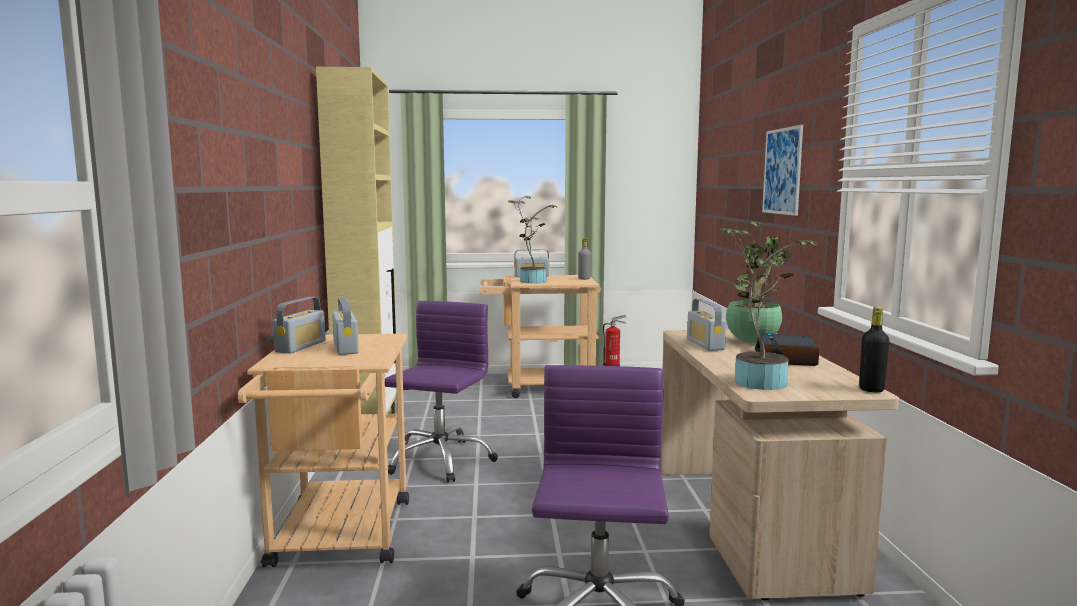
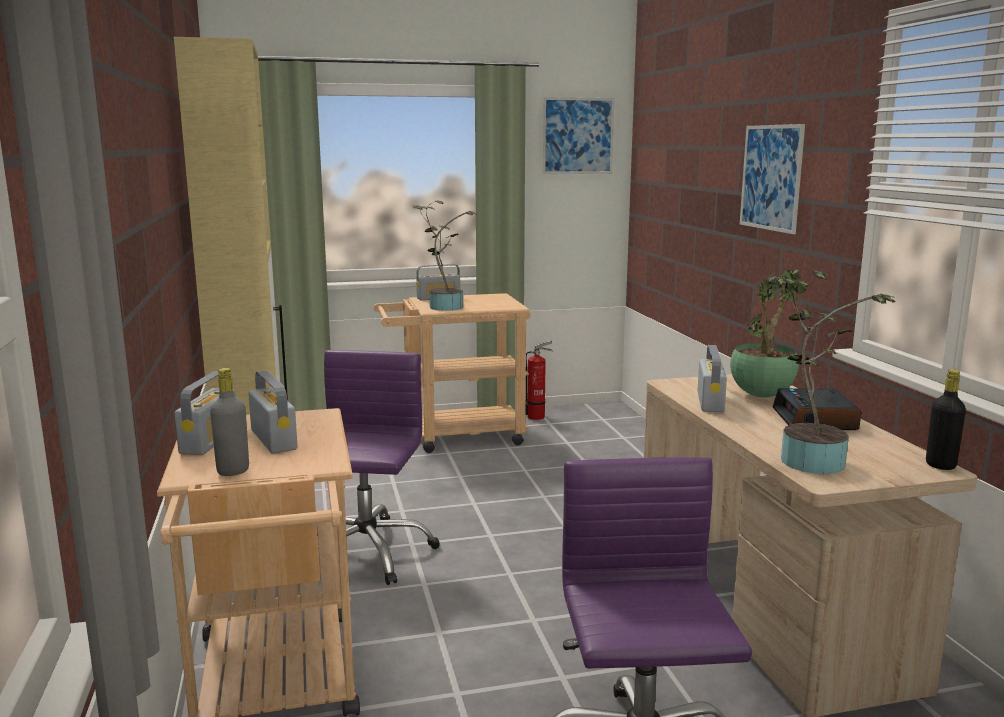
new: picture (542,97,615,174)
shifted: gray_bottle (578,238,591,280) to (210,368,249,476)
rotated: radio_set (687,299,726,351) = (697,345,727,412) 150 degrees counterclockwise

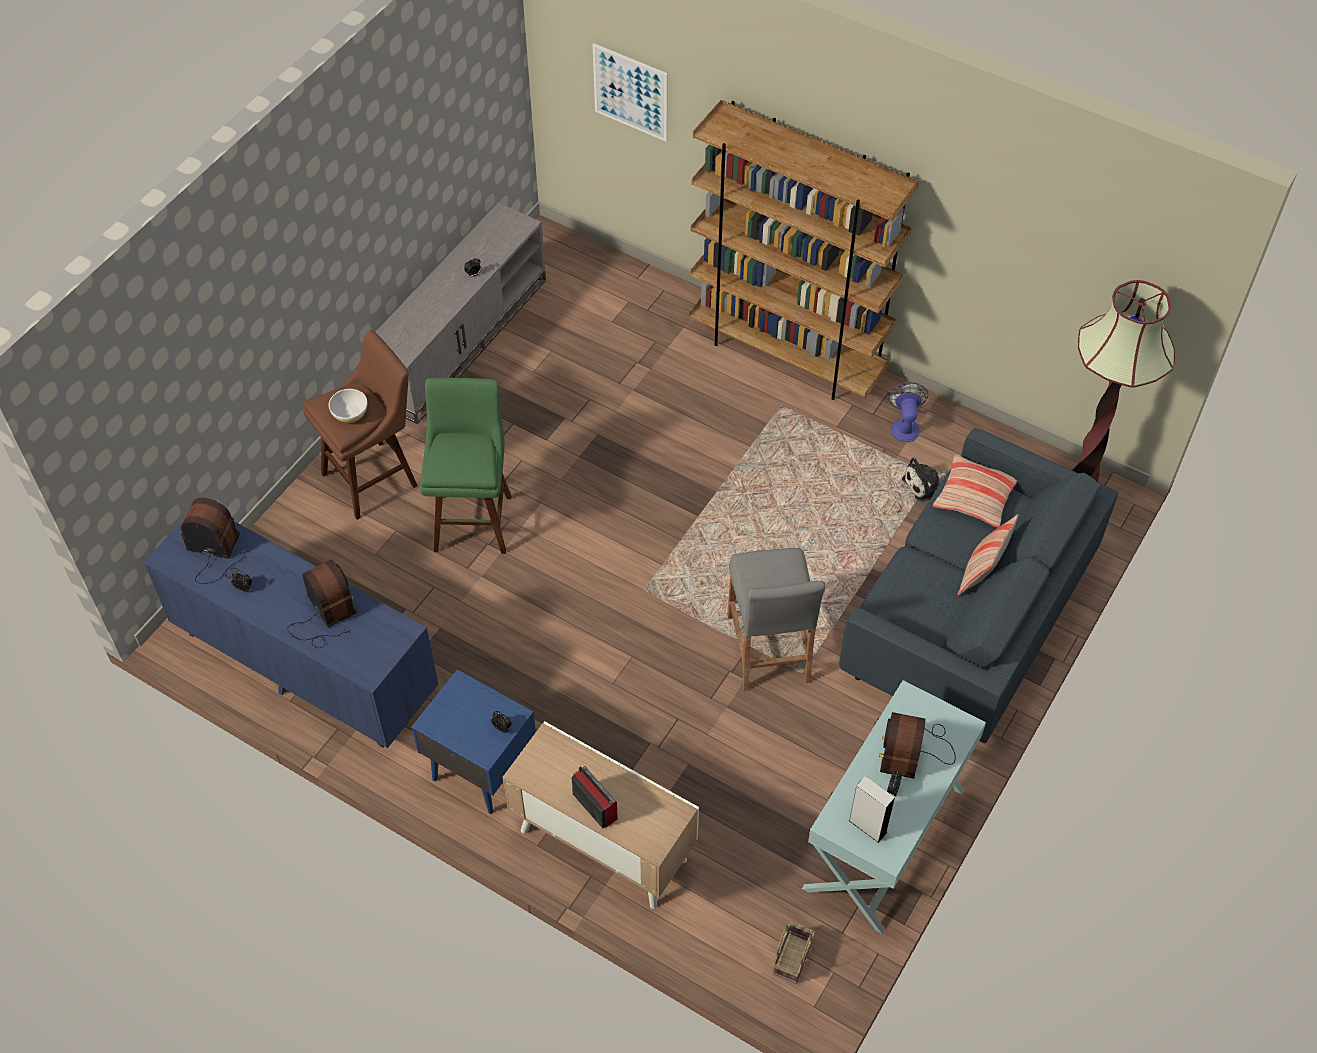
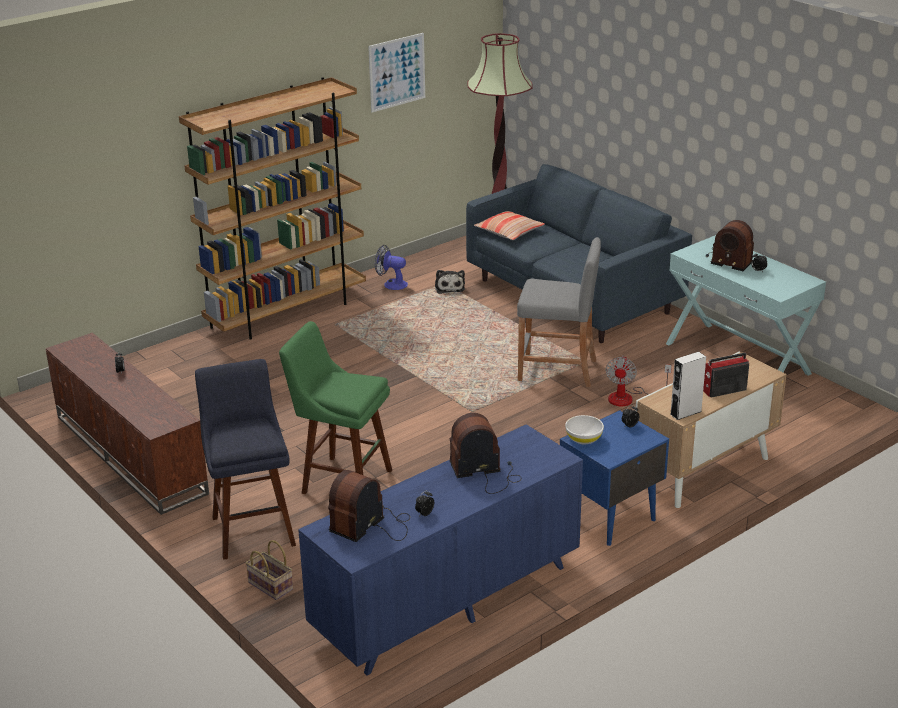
gone: pillow (957,514,1018,596)
new: fan (605,356,672,406)
shifted: picture (592,43,668,142) to (368,33,425,112); white-coloured_serving_bowl (329,389,368,423) to (565,415,604,444); gray_audio_speaker (849,776,895,843) to (670,352,706,420); basket (773,922,815,983) to (245,540,293,600)
repainted: gray_tv_unit (362,203,546,424) to brown_tv_unit (46,333,209,515); brown_sitting_stool (303,330,418,520) to blue_sitting_stool (195,359,296,560)

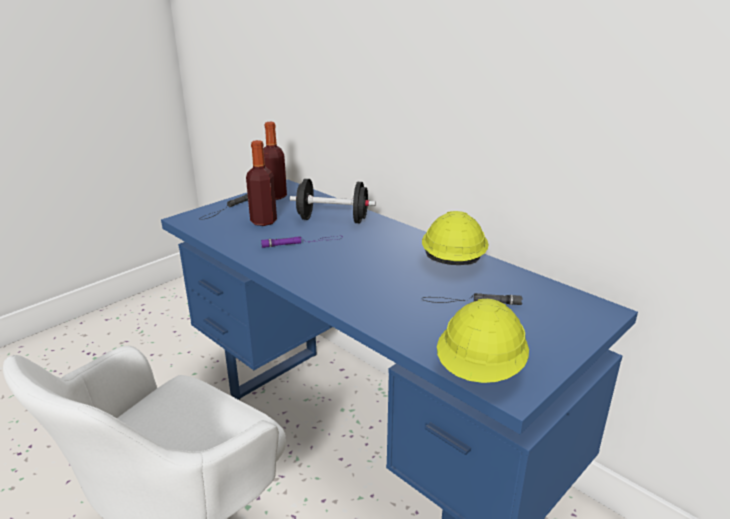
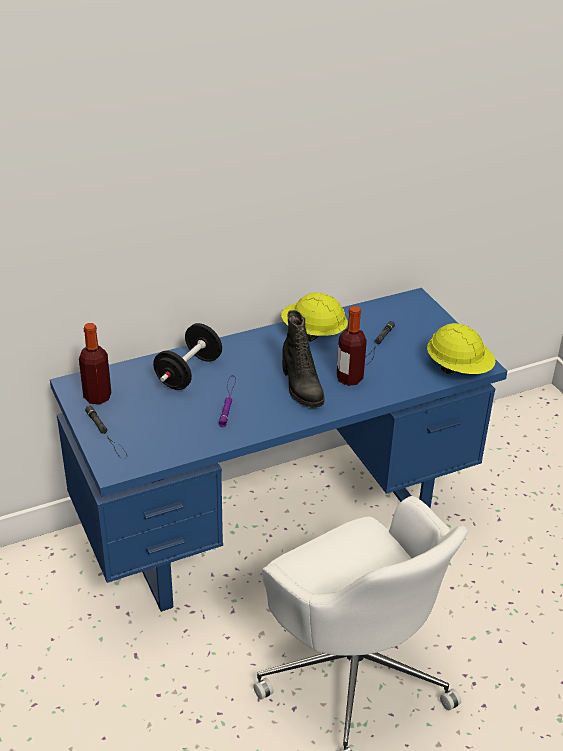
new: blackish_tall_boot (282,310,325,408)
shifted: bottle (246,140,277,226) to (337,306,367,386)

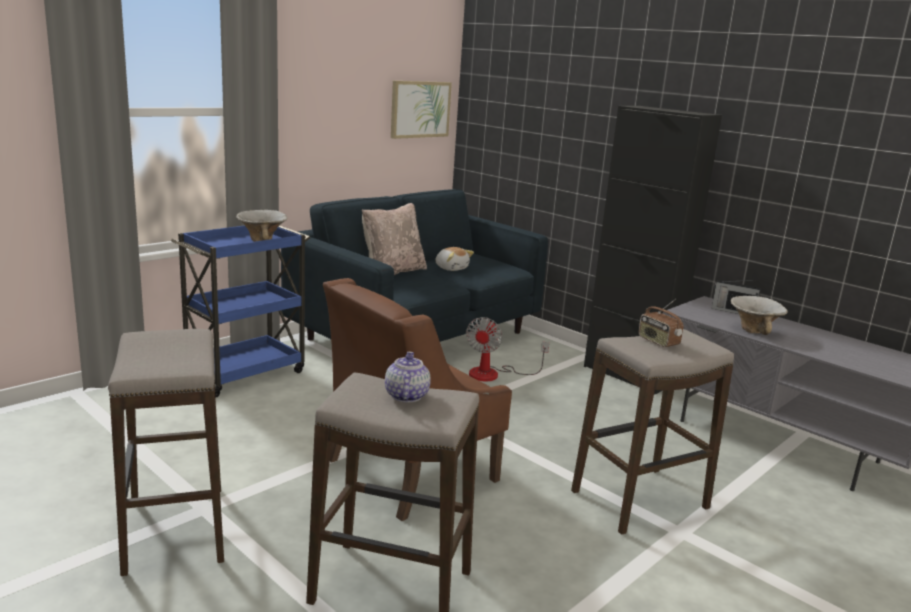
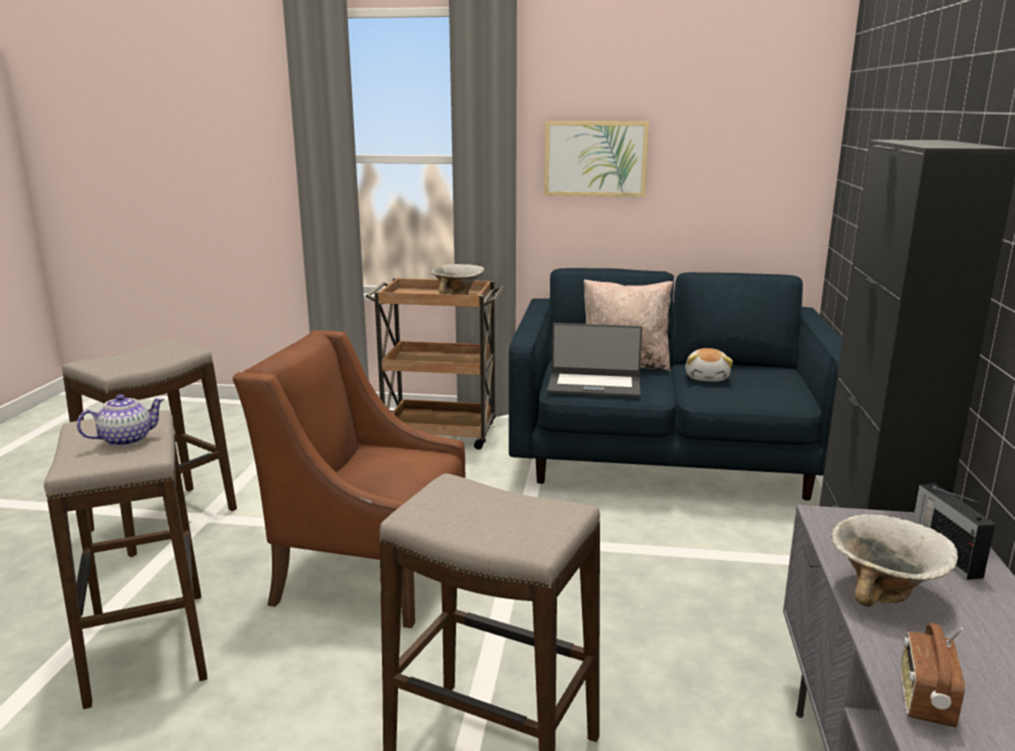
gone: fan (466,317,549,381)
new: portable_computer (547,323,642,397)
shifted: picture (391,81,452,139) to (544,121,649,197); radio_set (638,298,684,347) to (901,623,965,727)
repainted: blue_trolley (171,225,310,398) to brown_trolley (365,278,504,450)

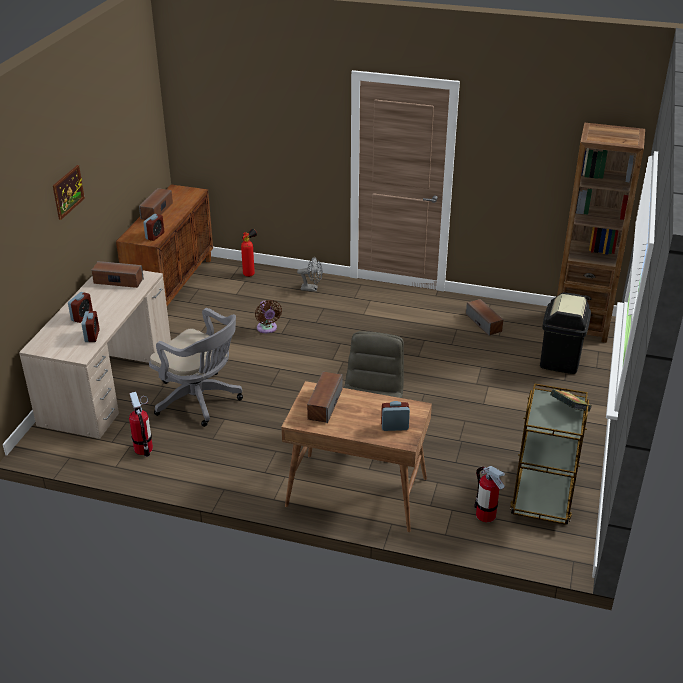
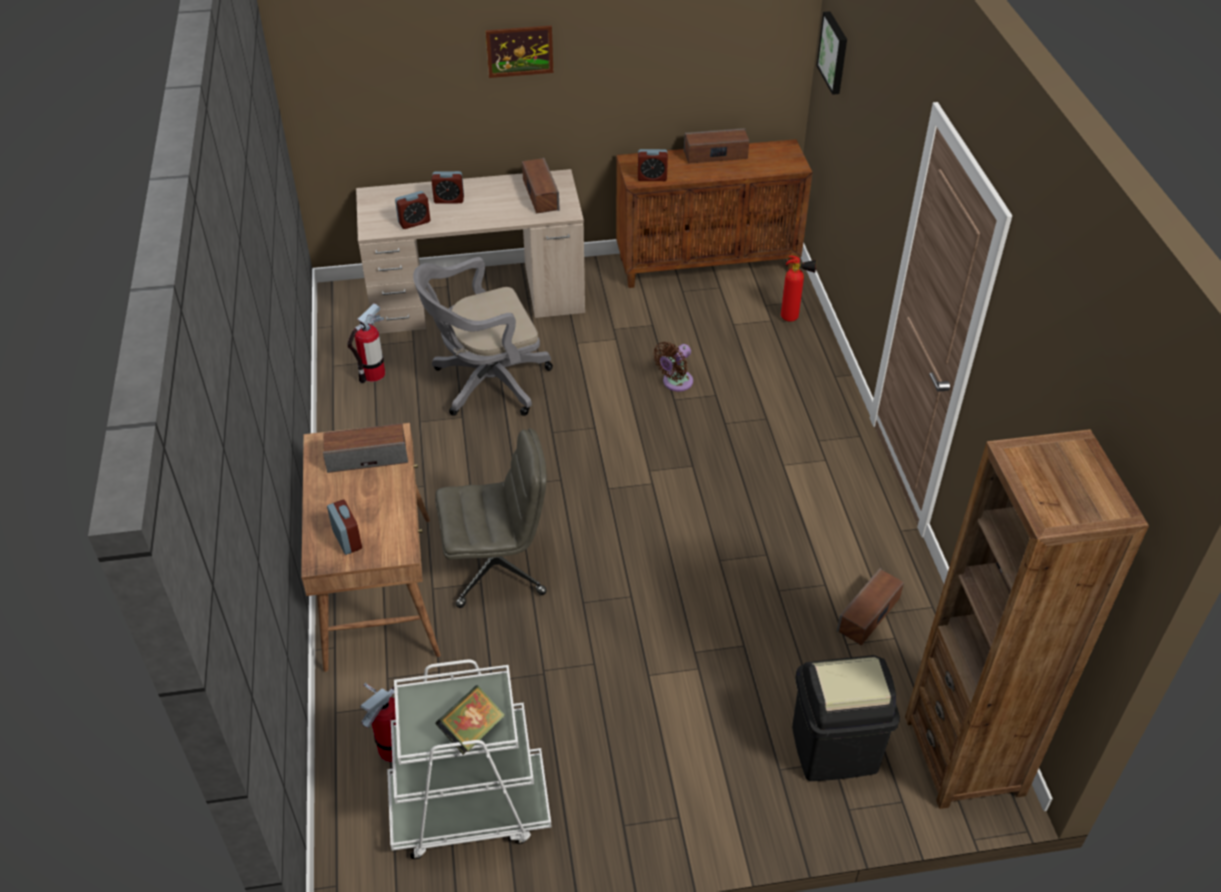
gone: gray_fan (297,257,323,292)
new: picture (816,11,847,95)
repainted: brown_trolley (510,383,589,525) to white-coloured_trolley (387,659,552,859)
rotated: gray_office_chair (149,308,243,427) = (413,257,553,416) 60 degrees clockwise

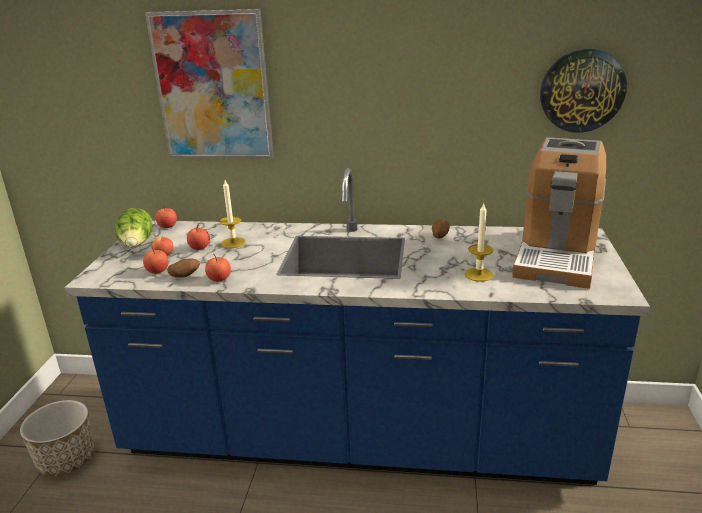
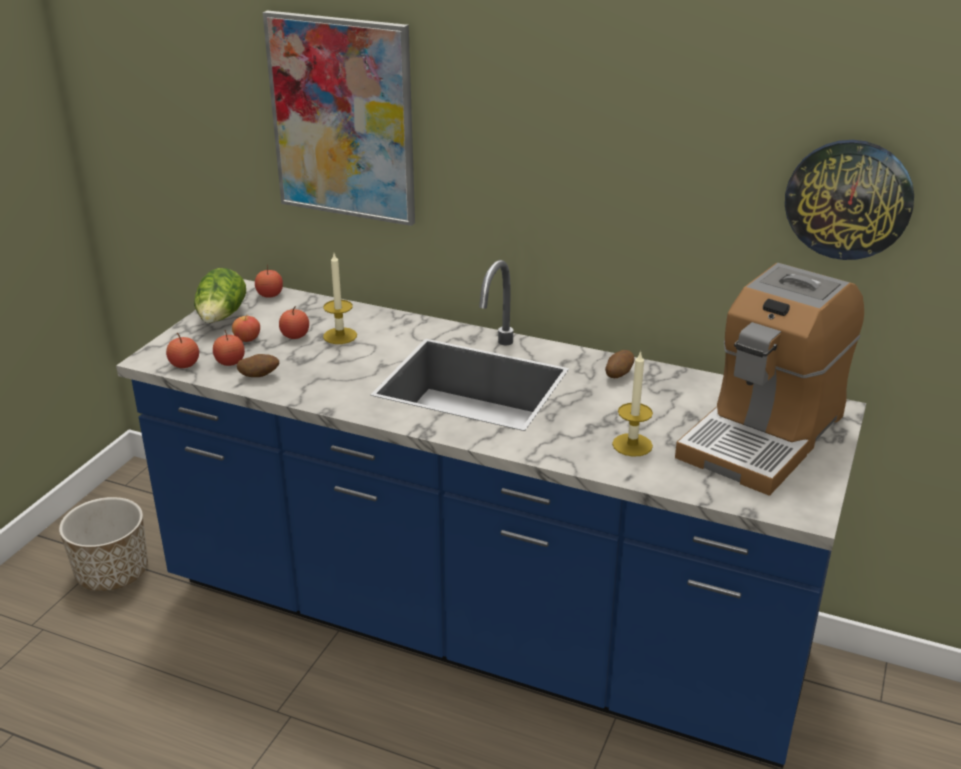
shifted: apple_fruit (205,253,231,282) to (166,333,199,368)

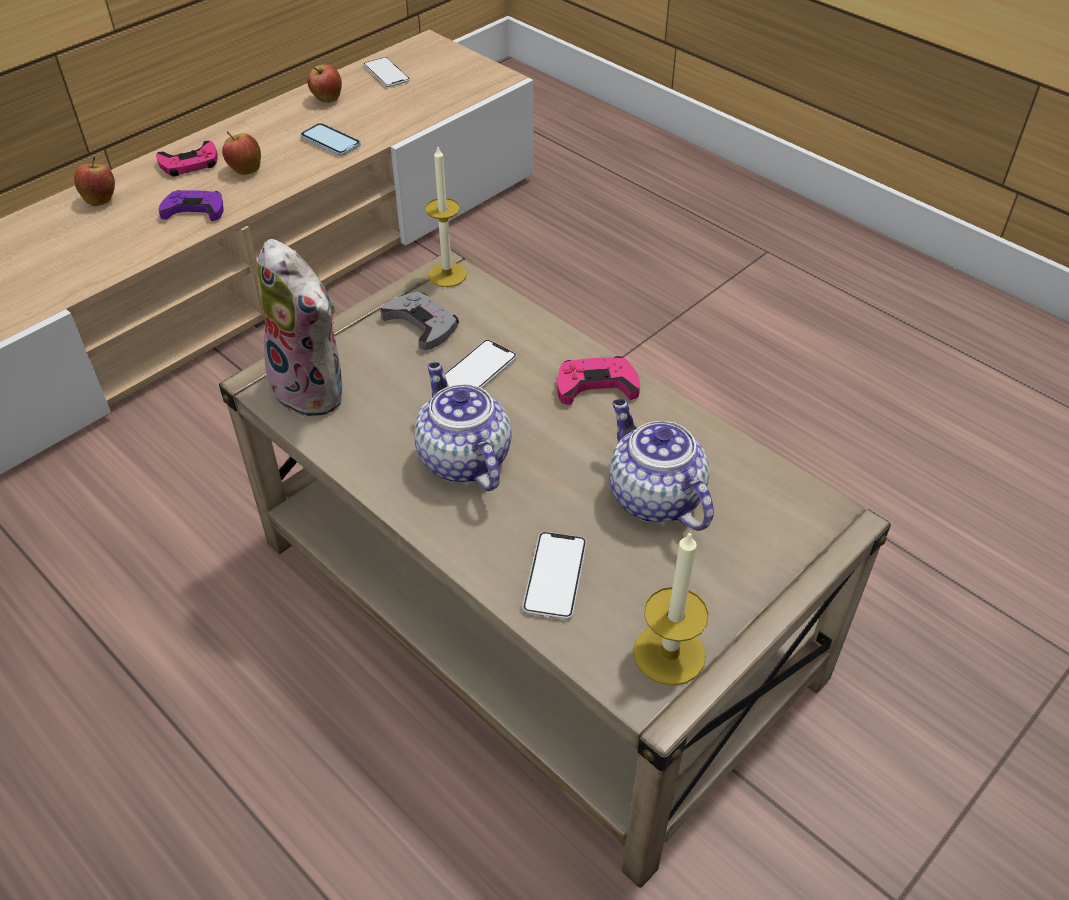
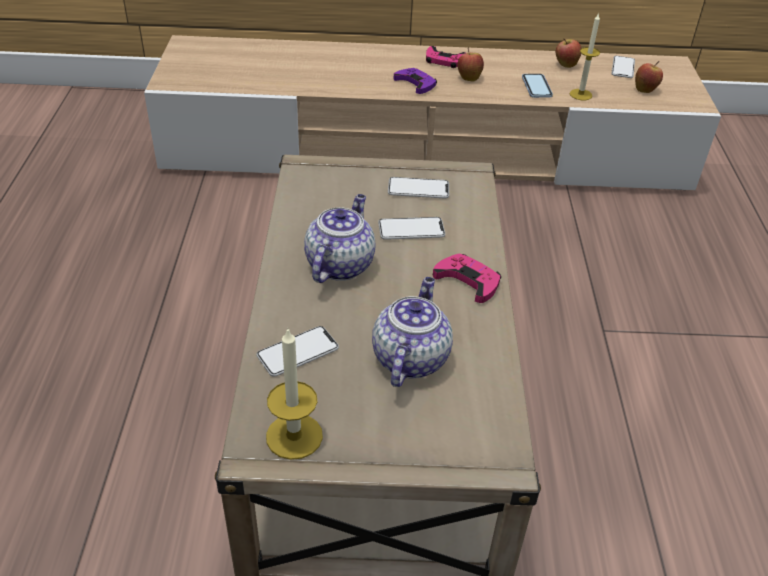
gone: soft_toy (257,239,345,418)
shifted: wax_candle (425,147,467,287) to (570,13,600,100); apple_fruit (74,157,115,206) to (635,61,663,93)
swapped: gray_gamepad (380,292,459,350) to handset (388,177,449,198)

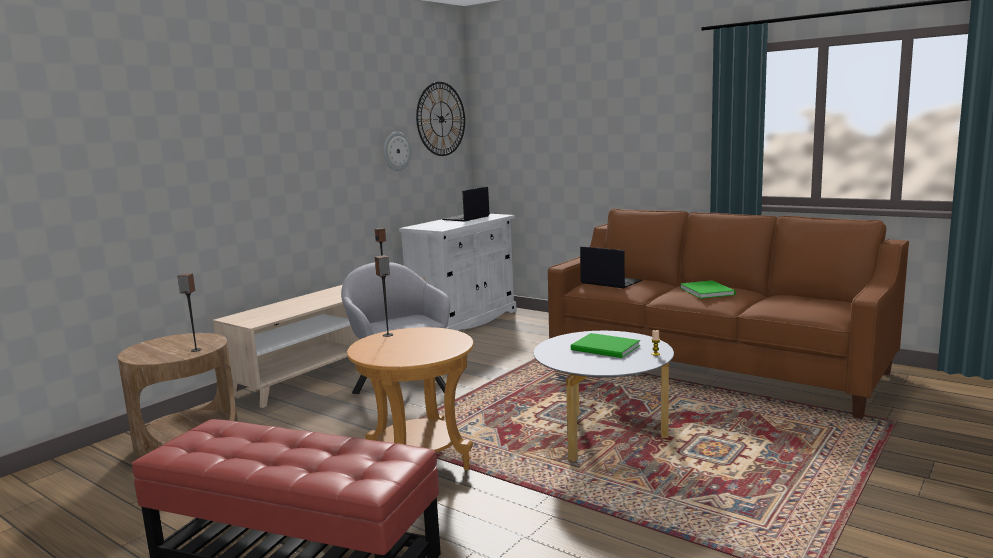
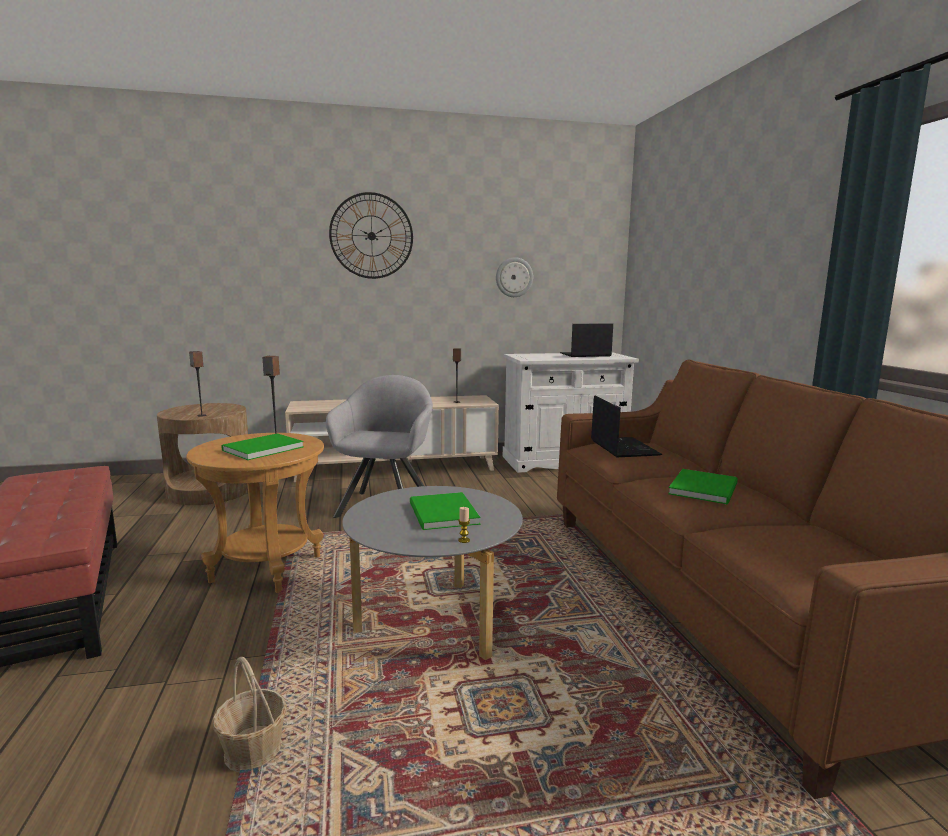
new: green_bound_book (221,433,304,460); basket (213,657,287,772)
shifted: hanging_clock (416,82,465,156) to (329,192,413,279)

